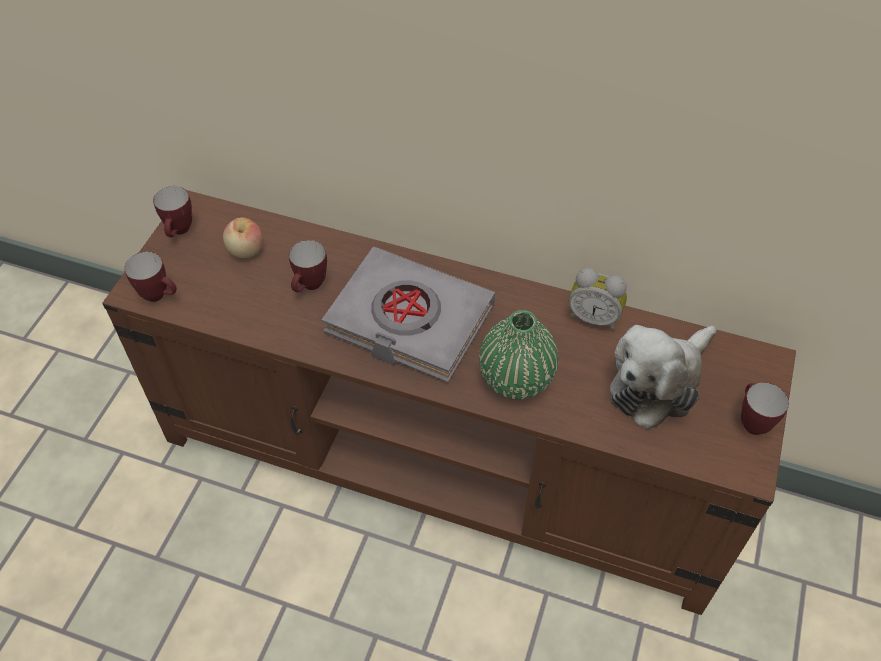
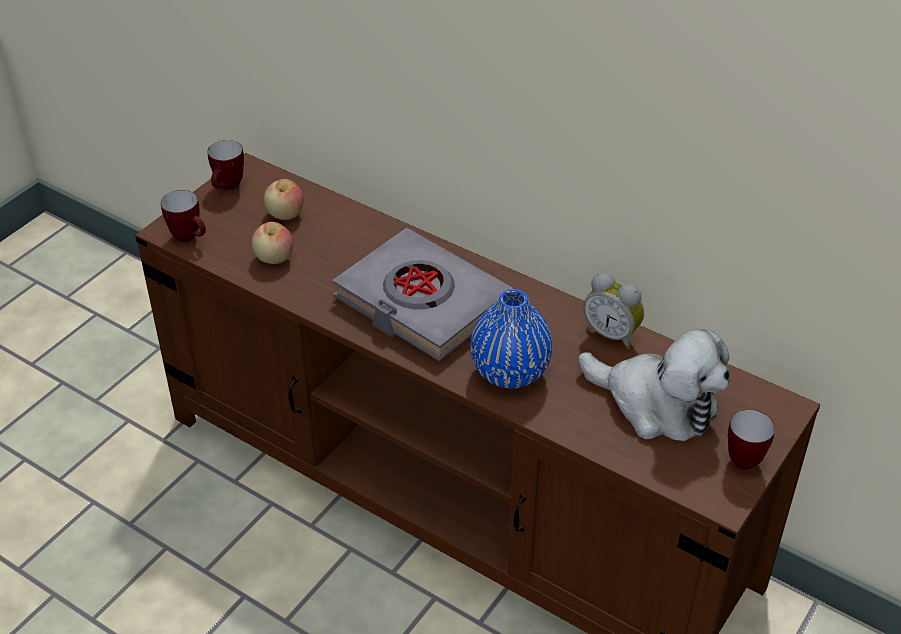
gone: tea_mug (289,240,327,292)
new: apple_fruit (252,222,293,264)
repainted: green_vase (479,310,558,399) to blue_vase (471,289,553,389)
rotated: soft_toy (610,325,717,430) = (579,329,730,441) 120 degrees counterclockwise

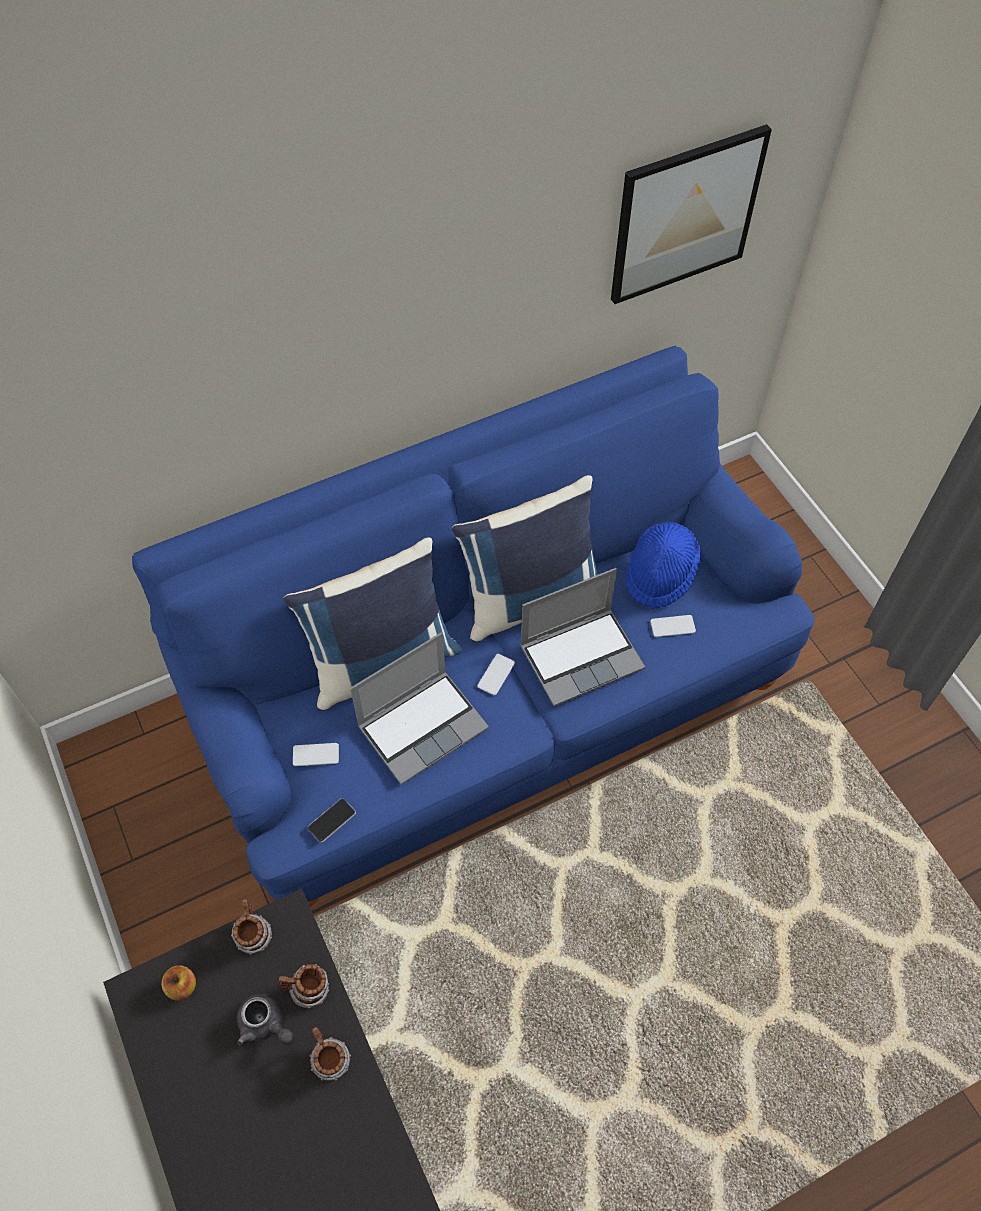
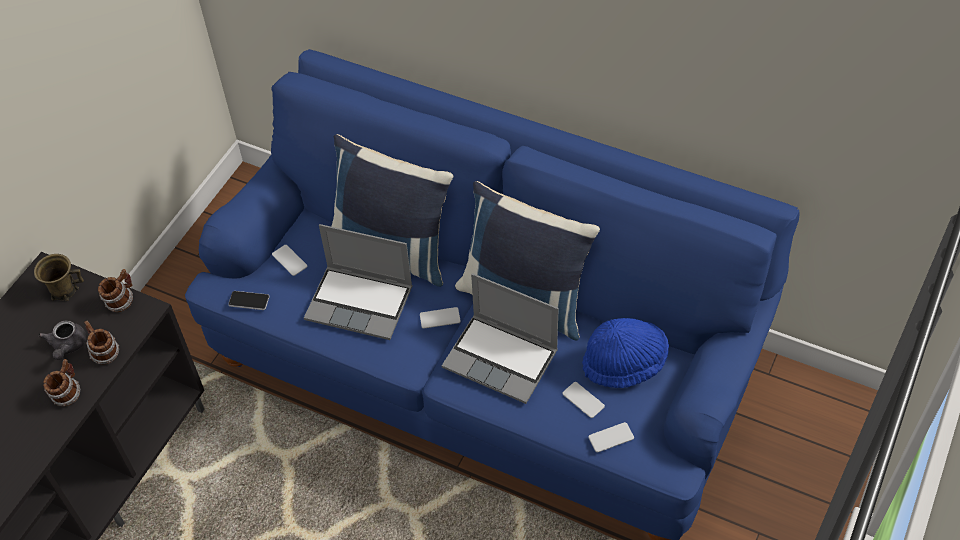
gone: picture (611,124,772,304)
new: handset (588,422,634,452)
swapped: apple_fruit (161,966,196,1001) to brown_tea_mug (34,254,84,301)

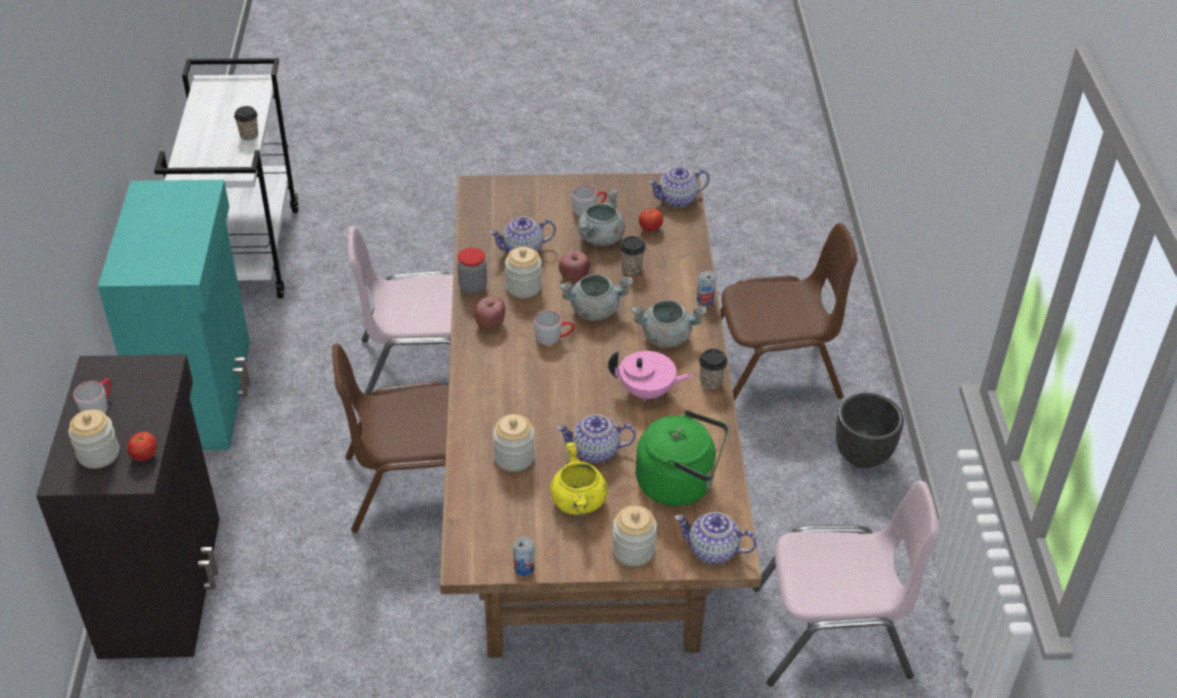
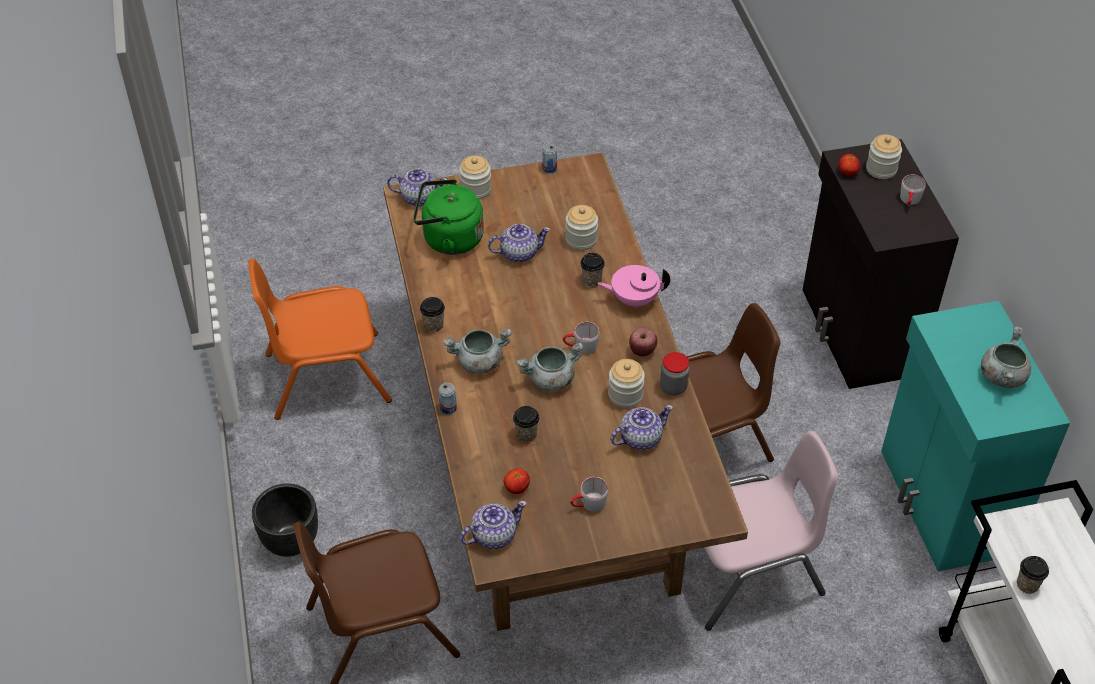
gone: apple_fruit (559,251,590,282); yellow-coloured_cooking_pot (550,442,608,515)
new: small_cup (581,253,605,287)
shifted: gray_cooking_pot (577,189,625,246) to (981,326,1031,388); pinkish_teapot (608,351,693,402) to (598,265,670,308)
repainted: pinkish_plain_chair (753,481,939,686) to orangey_plain_chair (248,259,392,420)

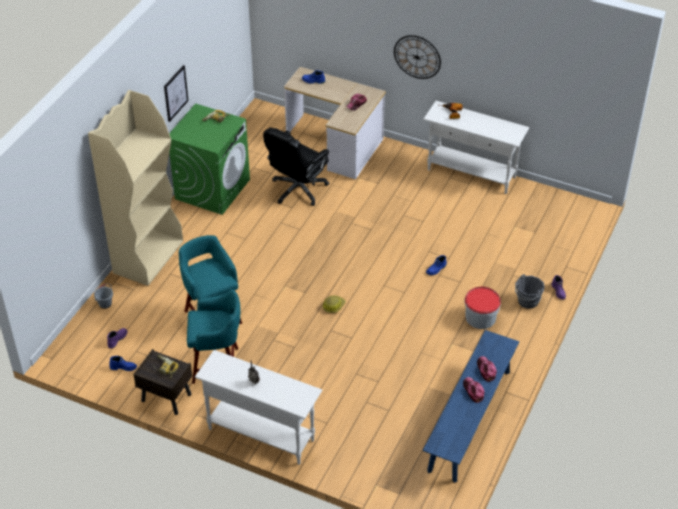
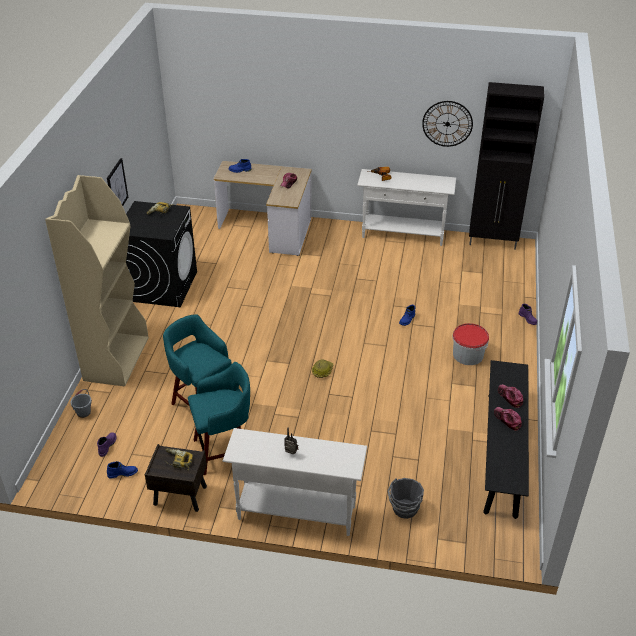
gone: blackish_office_chair (263,127,329,206)
new: blackish_cabinet (469,82,544,250)
shifted: hanging_clock (394,35,441,79) to (422,101,473,147); gray_water_bucket (515,274,545,309) to (388,478,424,519)
repainted: green_laundry_machine (169,103,250,215) to blackish_laundry_machine (126,201,197,307); blue_bench (423,330,519,483) to blackish_bench (483,360,529,519)

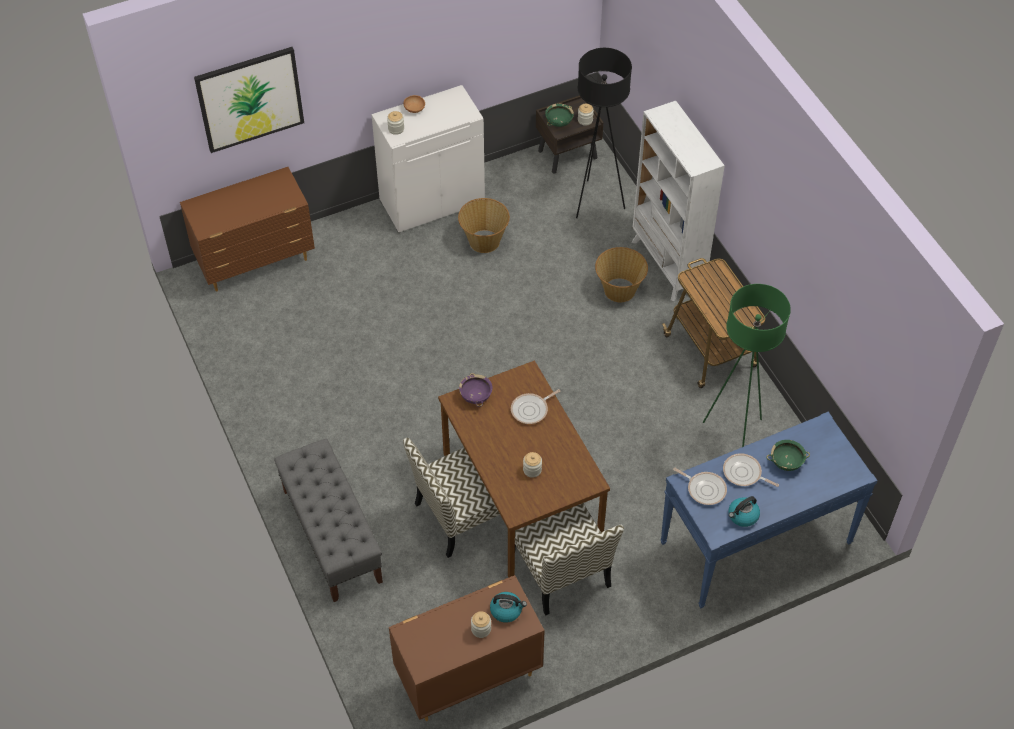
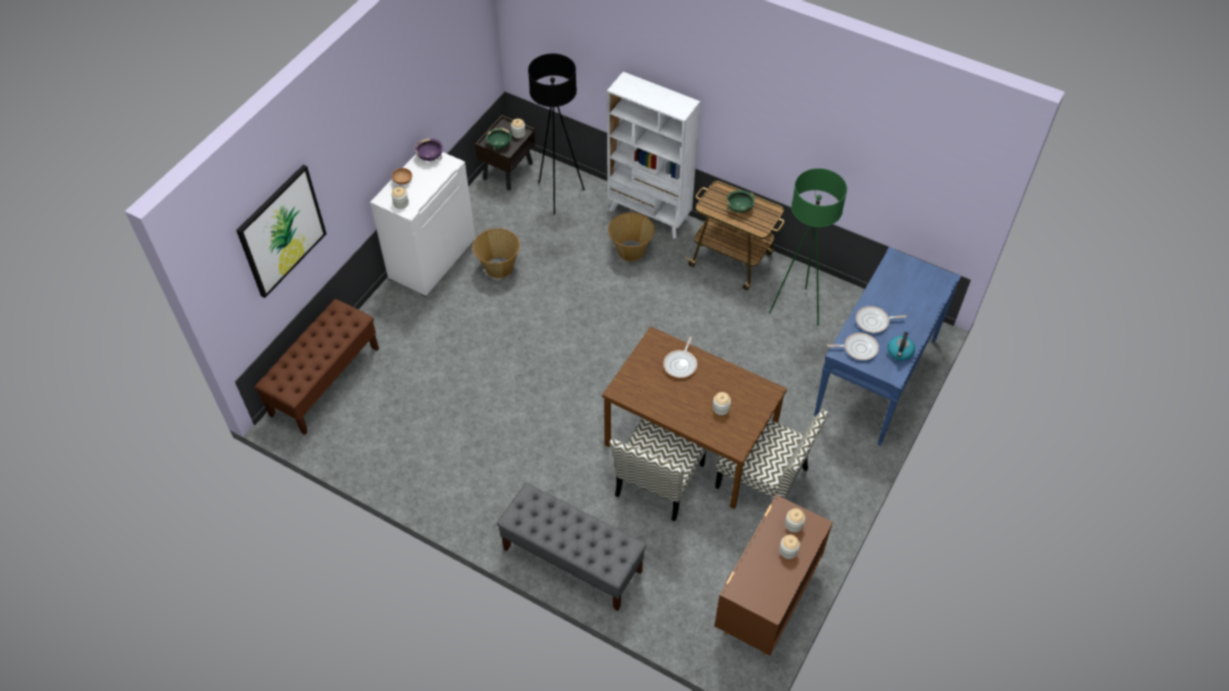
shifted: purple_serving_bowl (459,373,493,407) to (415,138,443,161); green_serving_bowl (766,440,810,471) to (727,190,755,213)
swapped: brown_dresser (180,167,315,291) to brown_bench (254,299,379,435); tea_kettle (490,592,527,622) to preserve_jar (785,508,805,533)

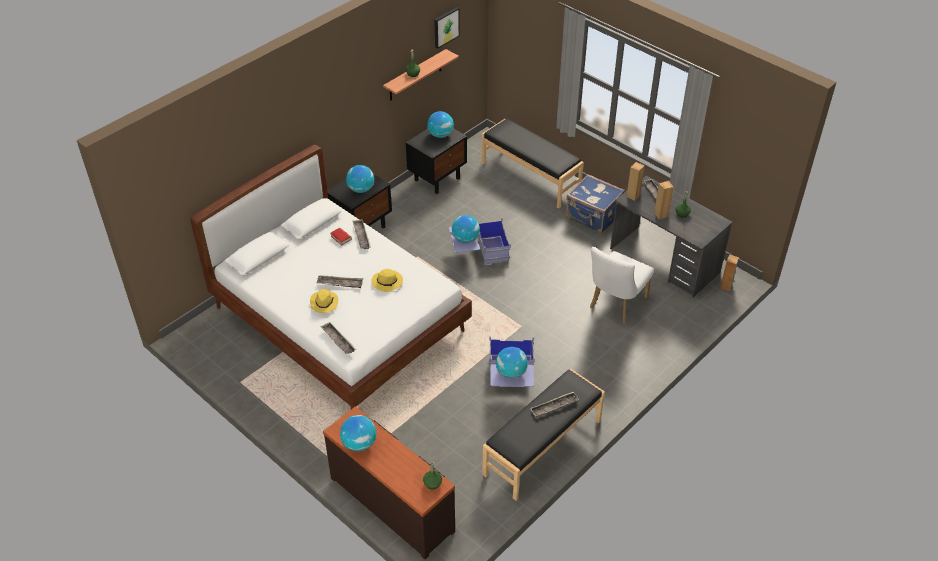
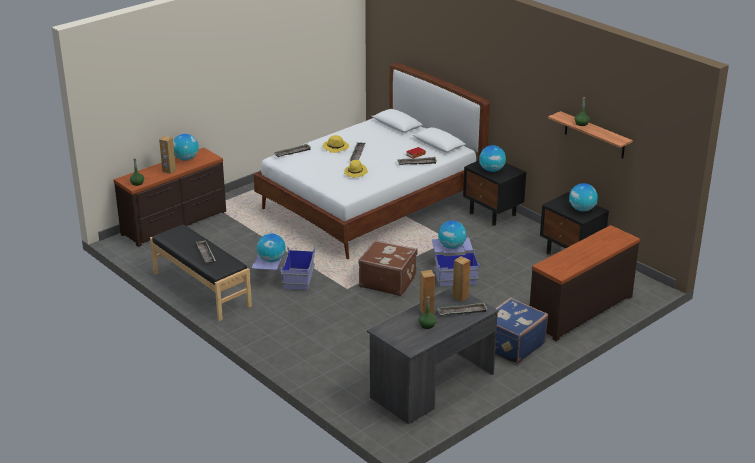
gone: picture (434,7,460,49); white-coloured_plain_chair (590,247,654,324)
new: brown_travel_case (358,240,418,296)
shifted: brown_audio_speaker (720,255,739,291) to (159,136,176,174)
swapped: blackish_bench (481,119,584,209) to brown_dresser (530,225,640,341)

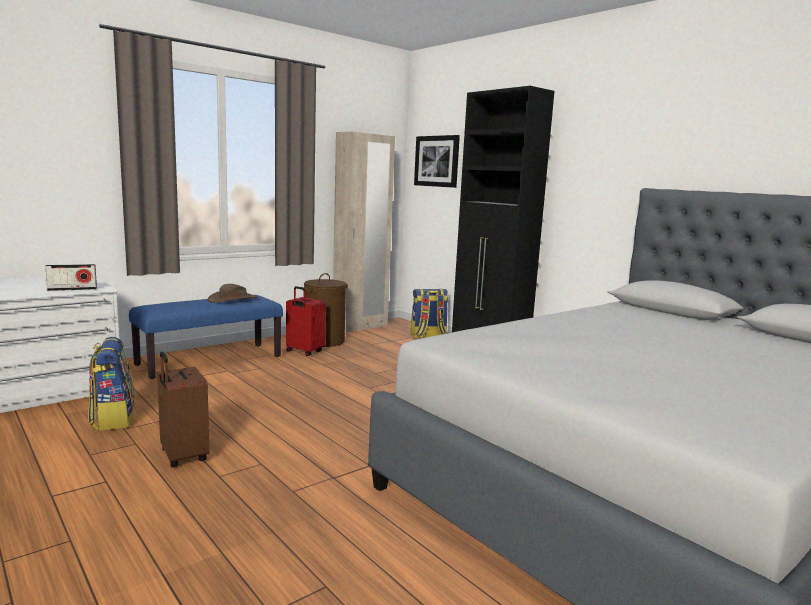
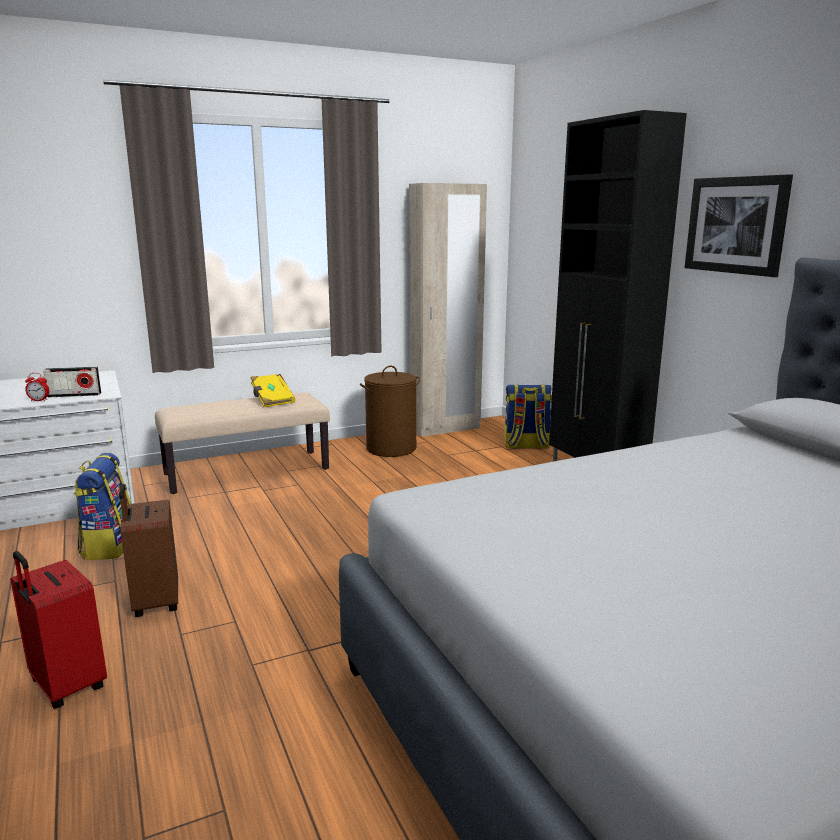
new: table_clock (25,373,49,401)
shifted: picture (414,135,460,188) to (685,174,793,277); reddish_travel_case (286,286,326,356) to (10,551,107,709)
swapped: brown_clothing_hat (208,284,258,303) to yellow-coloured_bound_book (250,374,295,407)
repainted: blue_bench (129,295,283,379) to sand-coloured_bench (155,393,330,494)

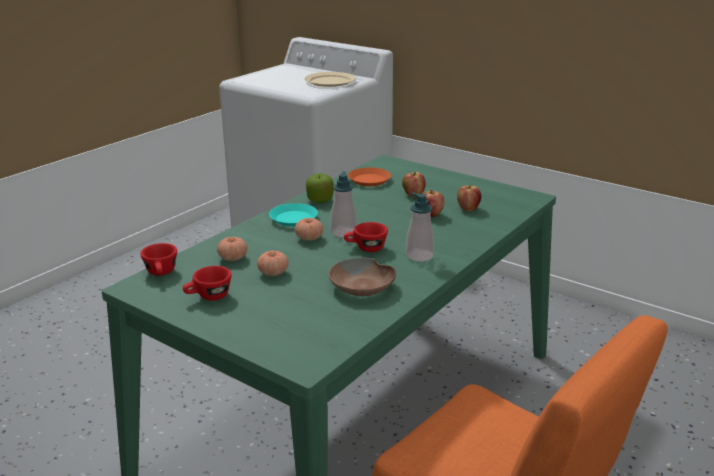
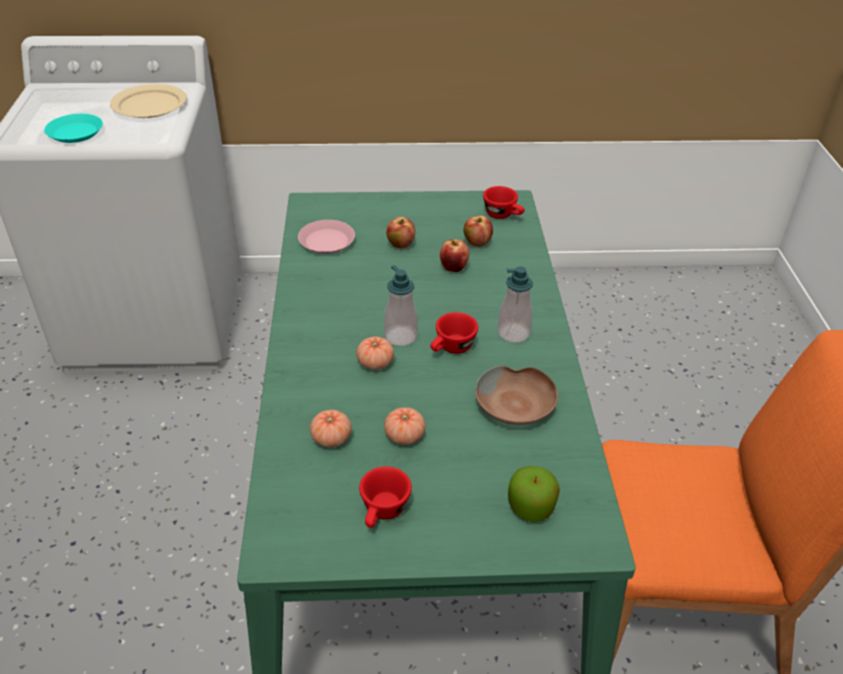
shifted: apple_fruit (306,173,334,203) to (508,466,560,522); turquoise-coloured_flat_dish (269,203,318,227) to (44,114,103,143); reddish_small_cup (140,243,177,276) to (483,186,525,219)
repainted: orangey_flat_dish (348,167,391,186) to pinkish_flat_dish (298,220,355,254)

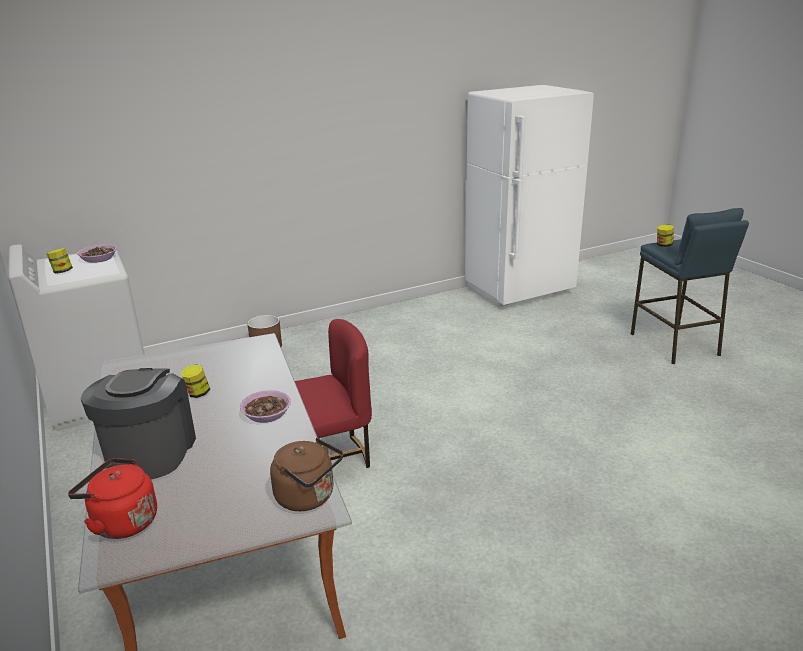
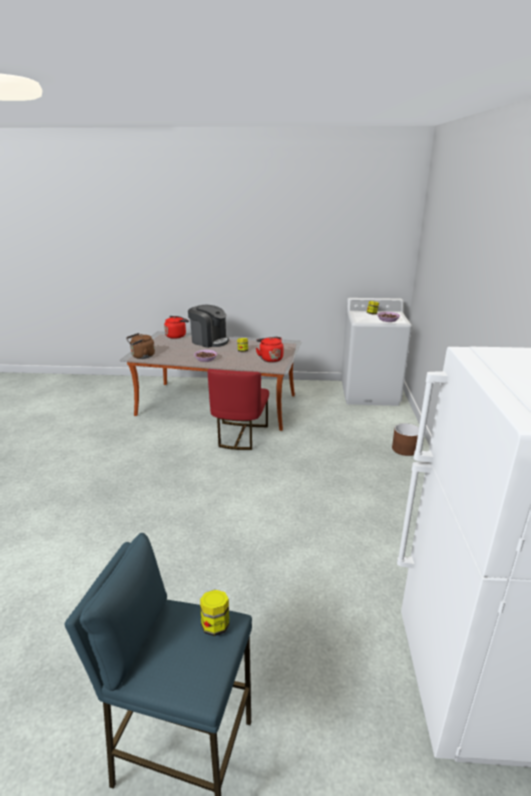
new: reddish_tea_kettle (256,337,283,362)

